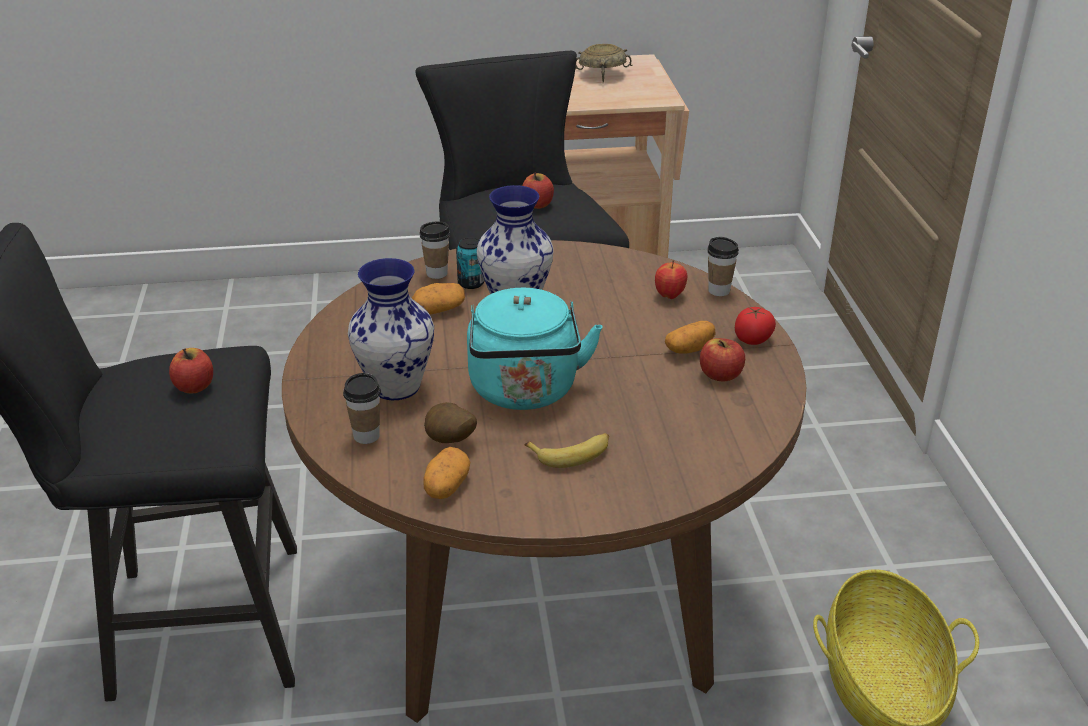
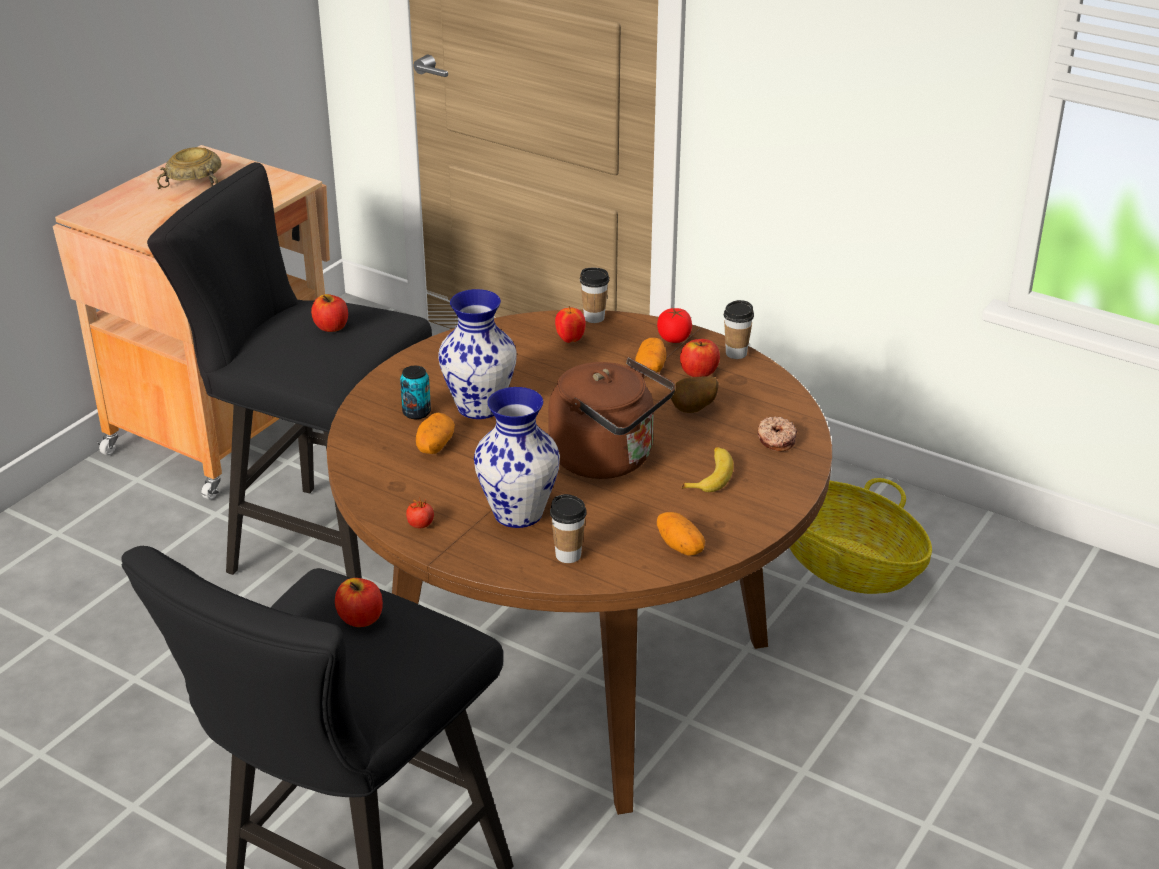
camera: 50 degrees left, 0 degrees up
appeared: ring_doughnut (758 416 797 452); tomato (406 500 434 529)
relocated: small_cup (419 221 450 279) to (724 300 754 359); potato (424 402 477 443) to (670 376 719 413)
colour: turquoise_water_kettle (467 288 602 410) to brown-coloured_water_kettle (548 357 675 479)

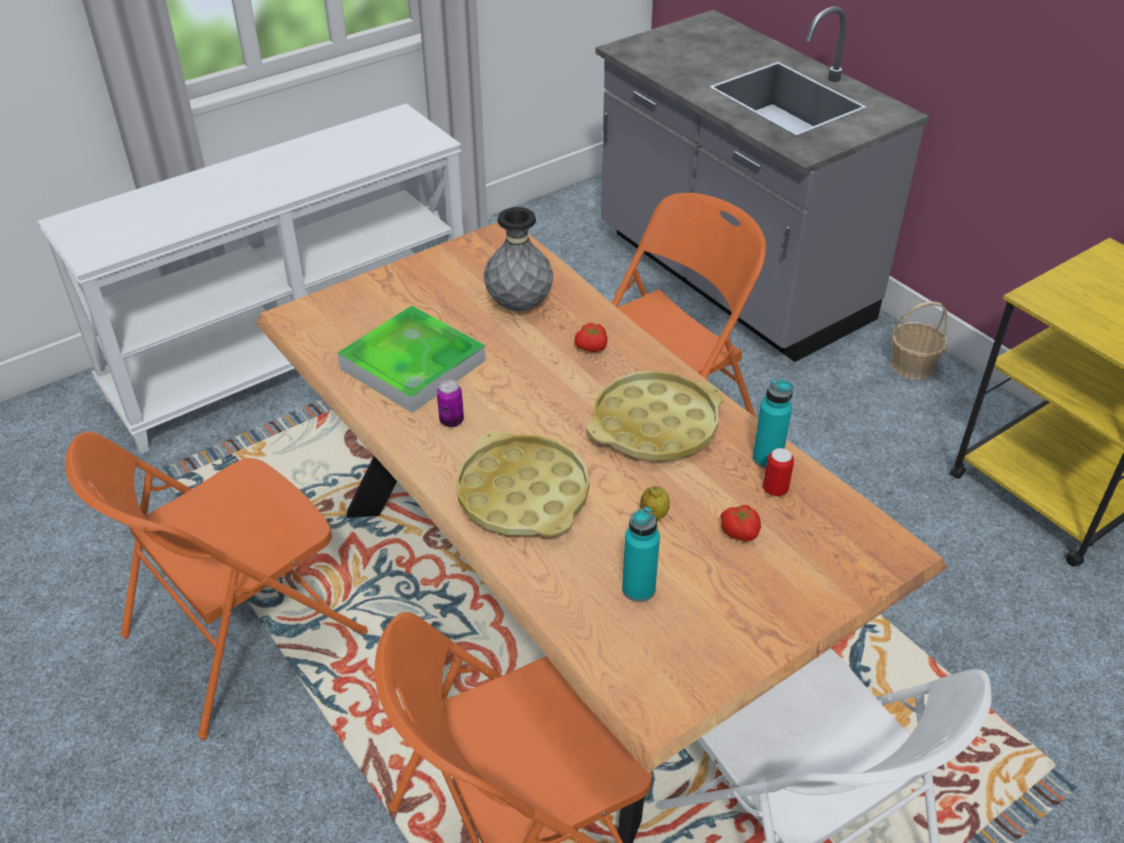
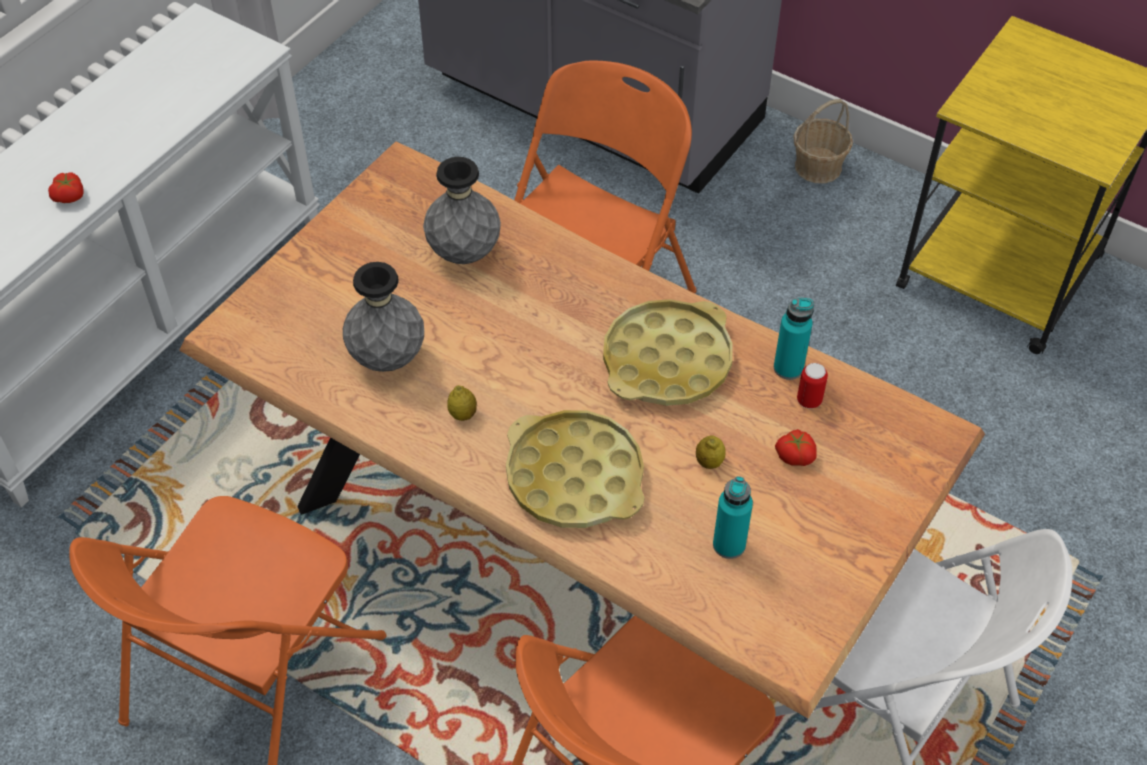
camera: 20 degrees left, 10 degrees up
relocated: tomato (575 323 607 352) to (48 172 84 203)
exchanged: carrying_tray (337 305 486 413) to greyish_flower_vase (343 262 424 372); metal_can (437 380 464 427) to whole_lemon (447 385 477 421)

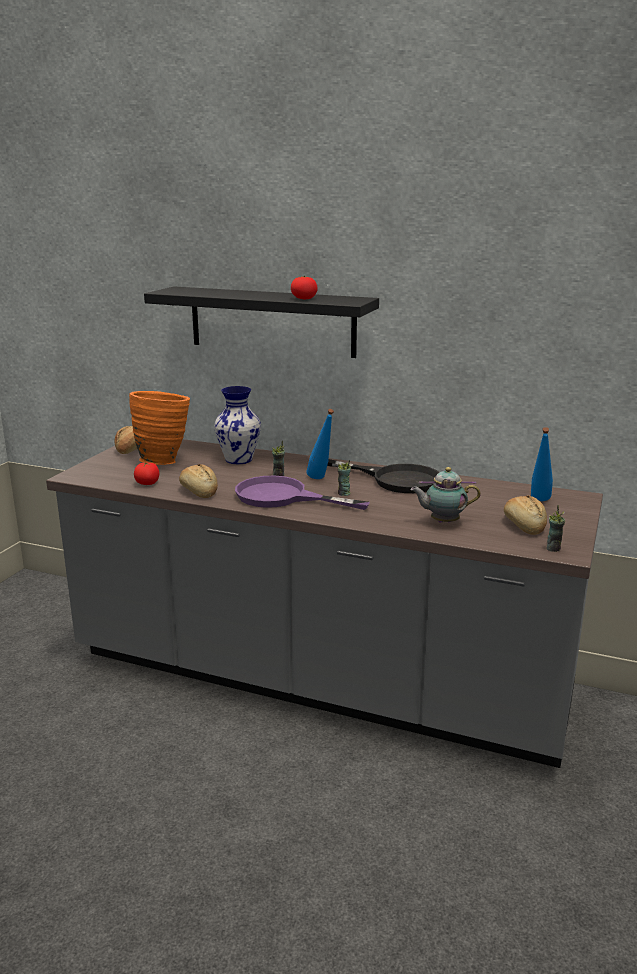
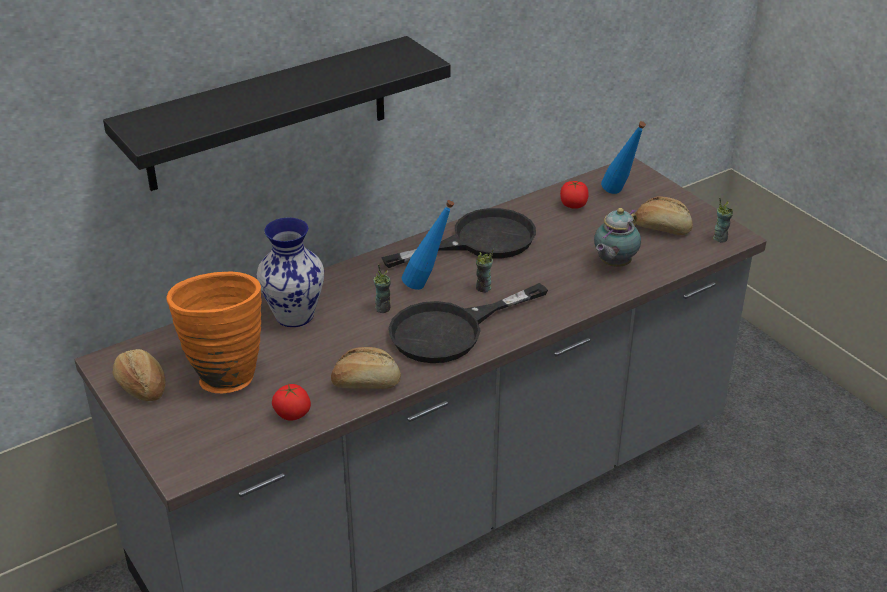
camera: 55 degrees left, 15 degrees up
relocated: tomato (291 276 318 299) to (560 181 589 209)
colour: purple-coloured_skillet (235 476 370 510) to black_skillet (389 283 548 363)

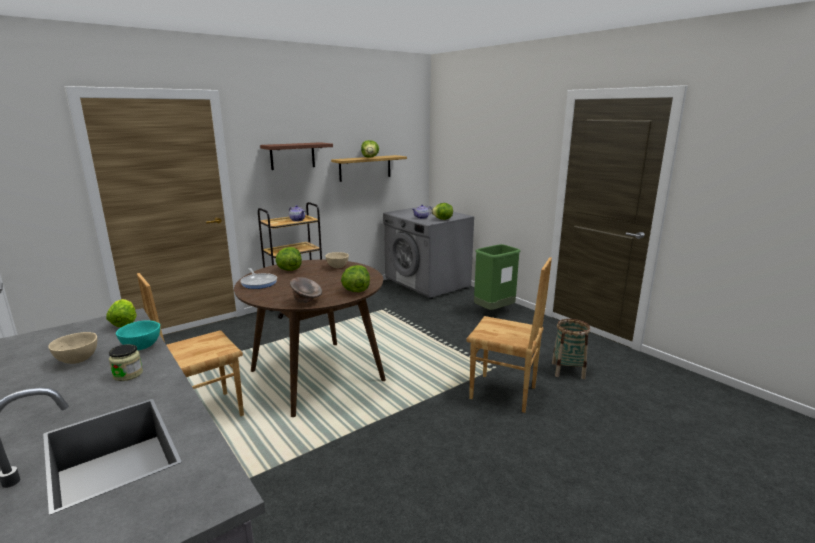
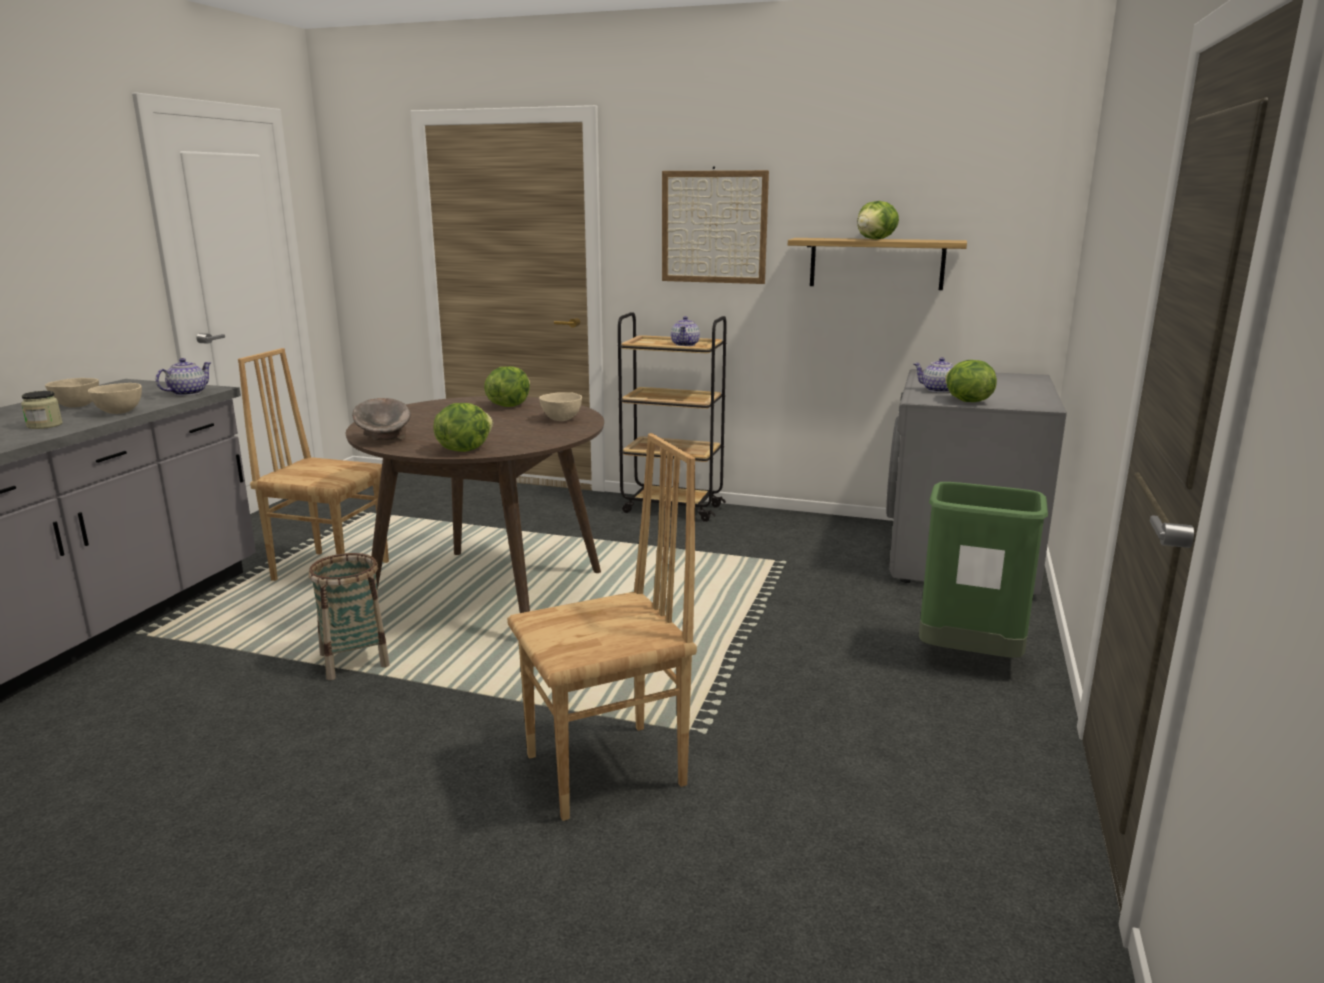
camera: 55 degrees right, 0 degrees up
missing: skillet (240 268 277 289)
relocated: household_basket (552 319 590 379) to (309 553 390 680)
exchanged: bracket_shelf (260 142 333 170) to wall_art (662 166 769 284); lettuce_head (106 299 137 327) to teapot (156 358 212 396)
colour: turquoise_bowl (116 320 160 350) to beige_bowl (88 383 142 414)
spun: brown-coloured_upright_chair (466 257 552 413) = (507 433 697 821) 105 degrees counterclockwise

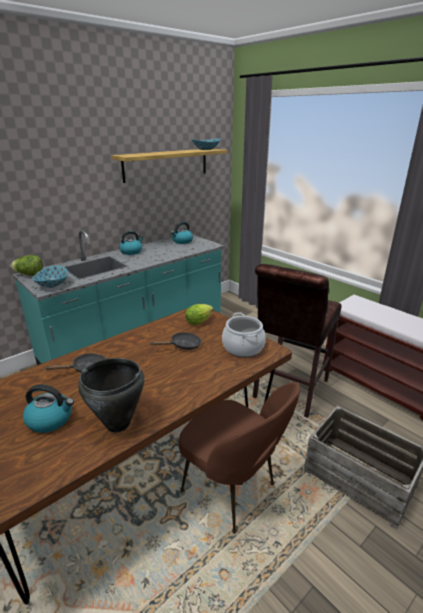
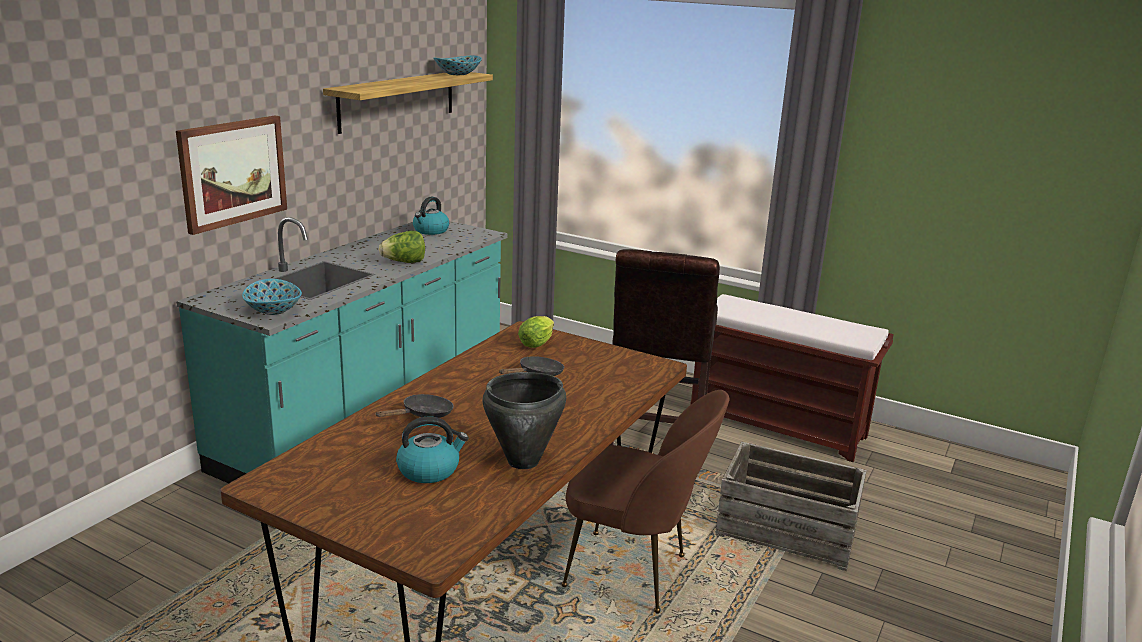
camera: 20 degrees left, 5 degrees down
missing: water_kettle (119 231 143 255); stockpot (222 312 266 357)
appeared: wall_art (176 116 287 235)
relocated: lettuce_head (11 255 43 276) to (379 231 425 263)

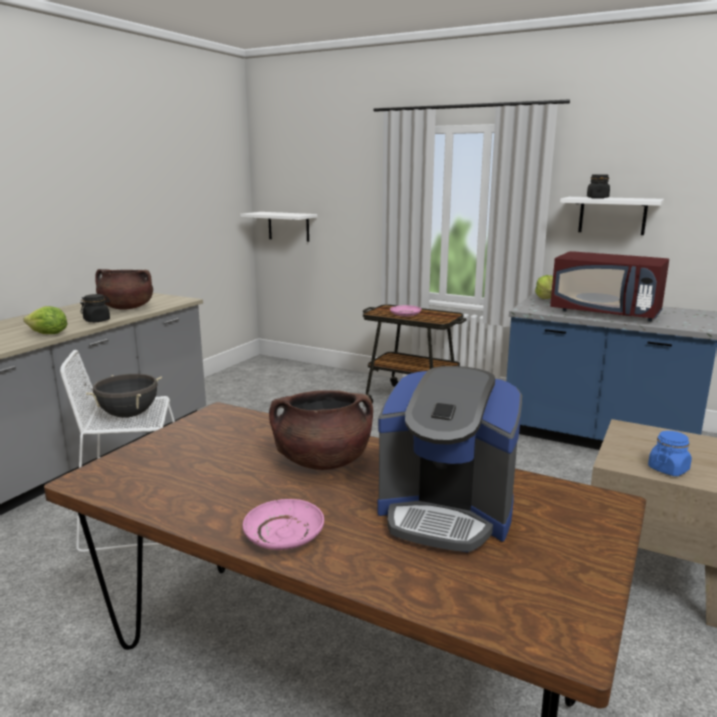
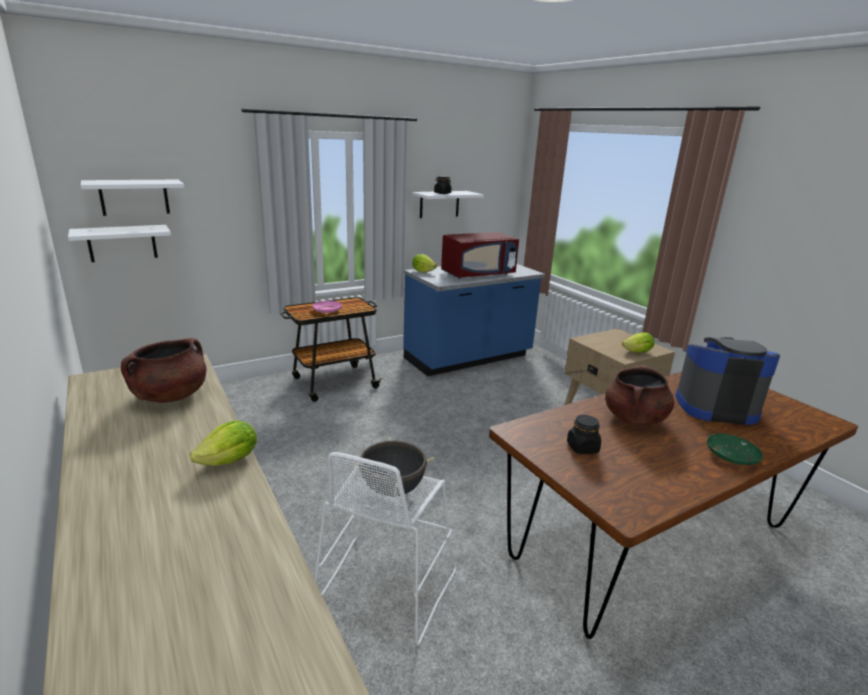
camera: 60 degrees left, 5 degrees up
appeared: white-coloured_bracket_shelf (81 180 185 216)
relocated: black_storage_jar (80 294 110 322) to (567 415 601 454)
exchanged: bluish_storage_jar (648 431 692 476) to lettuce_head (622 332 654 353)
colour: pink-coloured_dinner_plate (243 499 324 550) to green-coloured_dinner_plate (707 434 763 465)
spun: coffee_brewer (377 366 522 553) = (675 337 780 425) 135 degrees counterclockwise

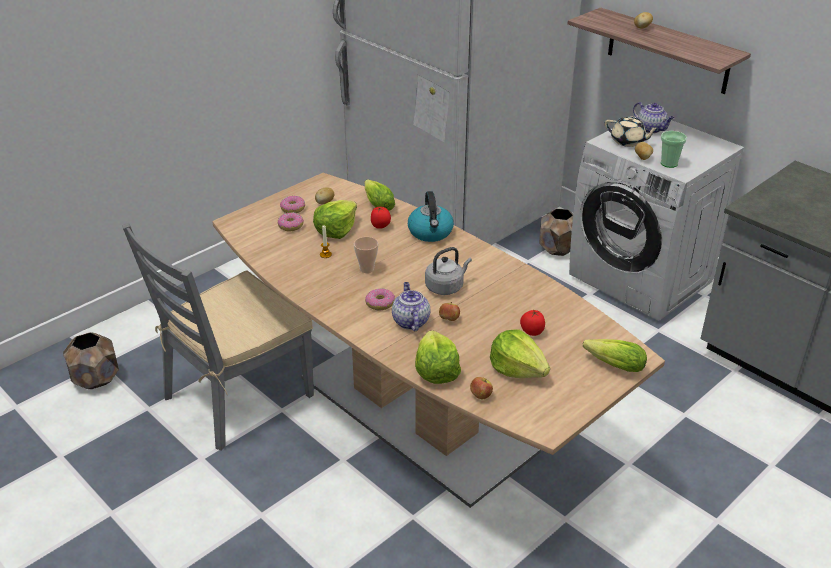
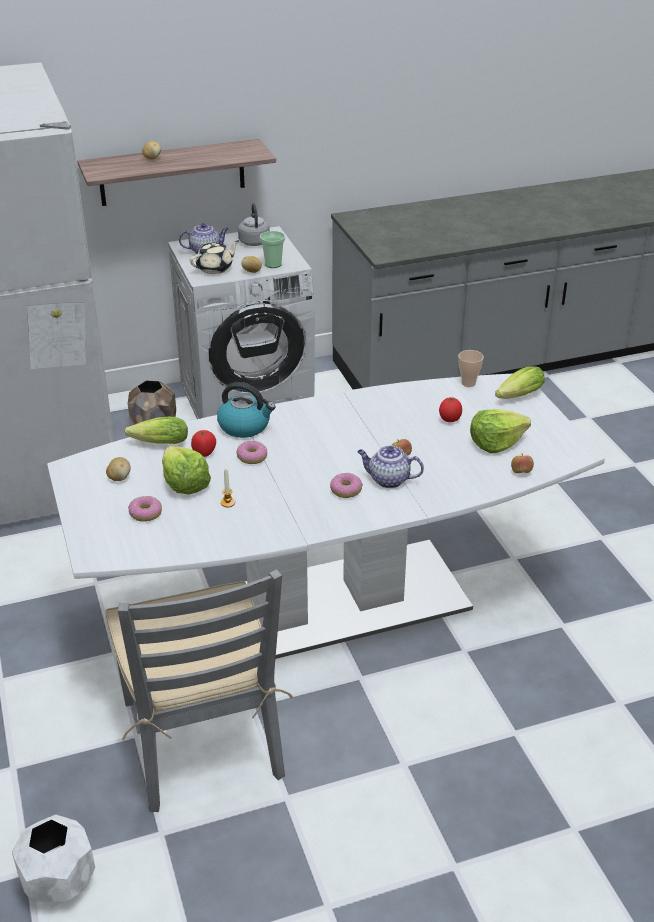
camera: 65 degrees left, 0 degrees up
missing: lettuce_head (415 330 461 384)
relocated: ring_doughnut (280 196 305 213) to (236 441 267 464); small_cup (354 237 378 273) to (458 350 484 387); greyish_water_kettle (425 247 472 295) to (238 203 270 246)
colour: brown-coloured_dining_table (212 173 665 508) to white-coloured_dining_table (47 374 605 659); brown-coloured_plant_pot (63 332 119 389) to white-coloured_plant_pot (12 815 95 907)

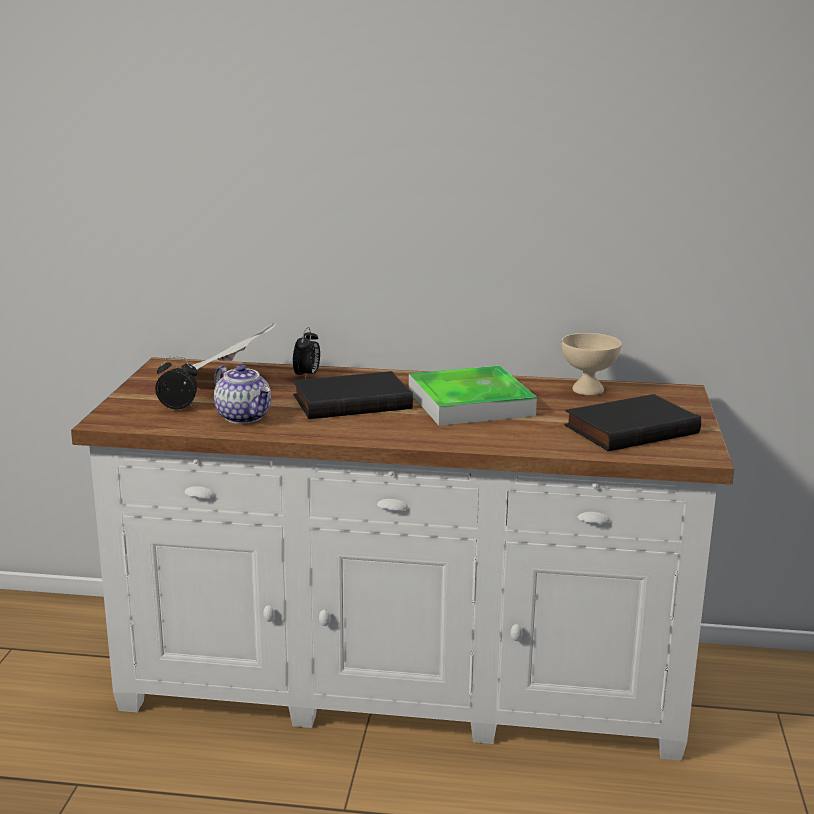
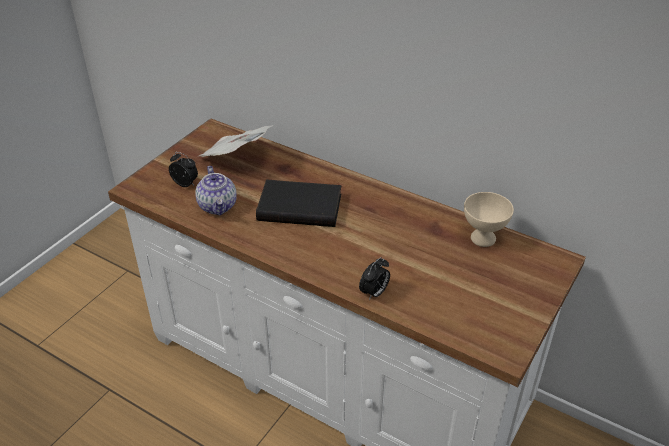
camera: 25 degrees right, 20 degrees up
missing: carrying_tray (409 366 537 426); black_bound_book (564 394 701 451)
relocated: bedside_clock (293 327 320 379) to (359 257 390 300)

